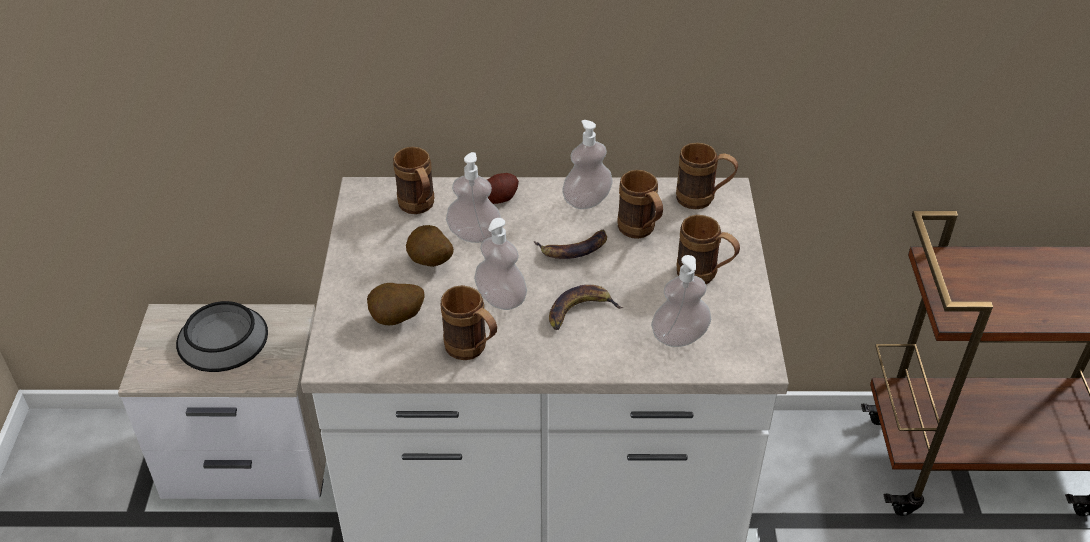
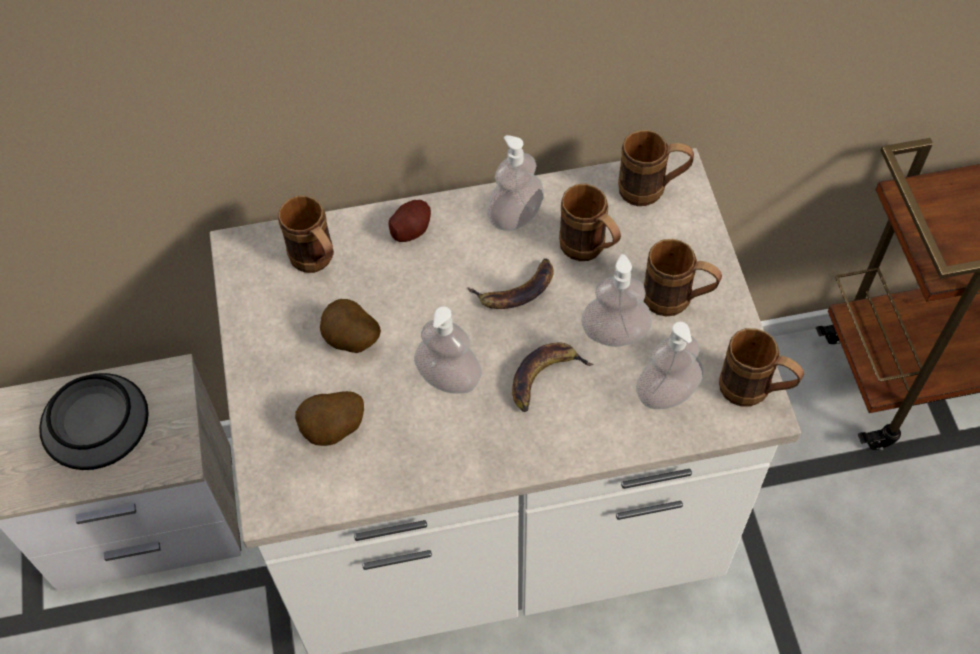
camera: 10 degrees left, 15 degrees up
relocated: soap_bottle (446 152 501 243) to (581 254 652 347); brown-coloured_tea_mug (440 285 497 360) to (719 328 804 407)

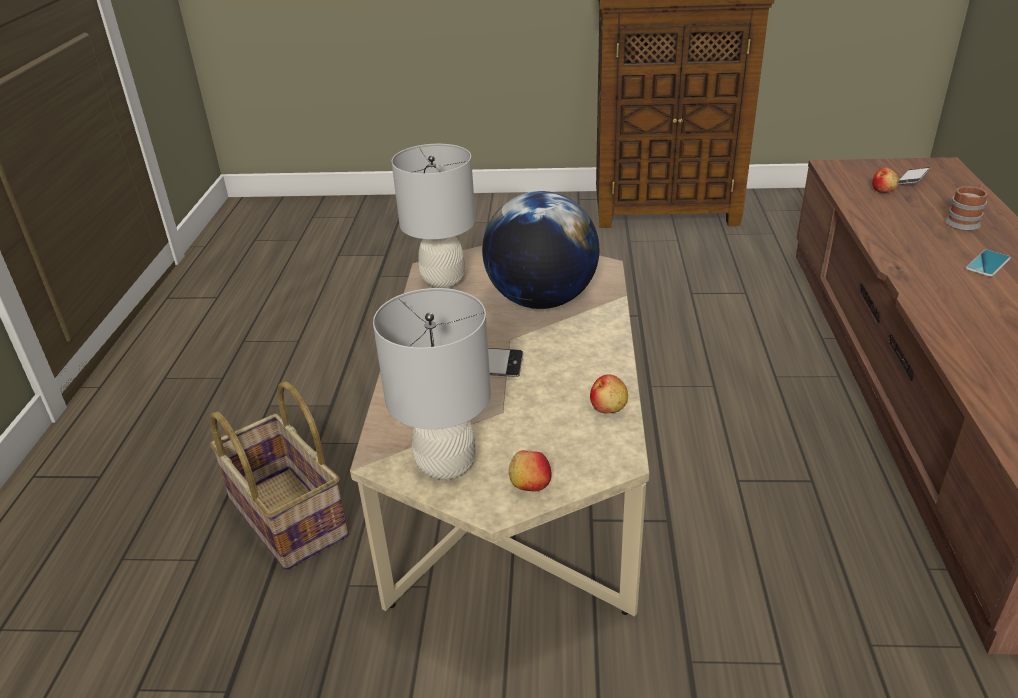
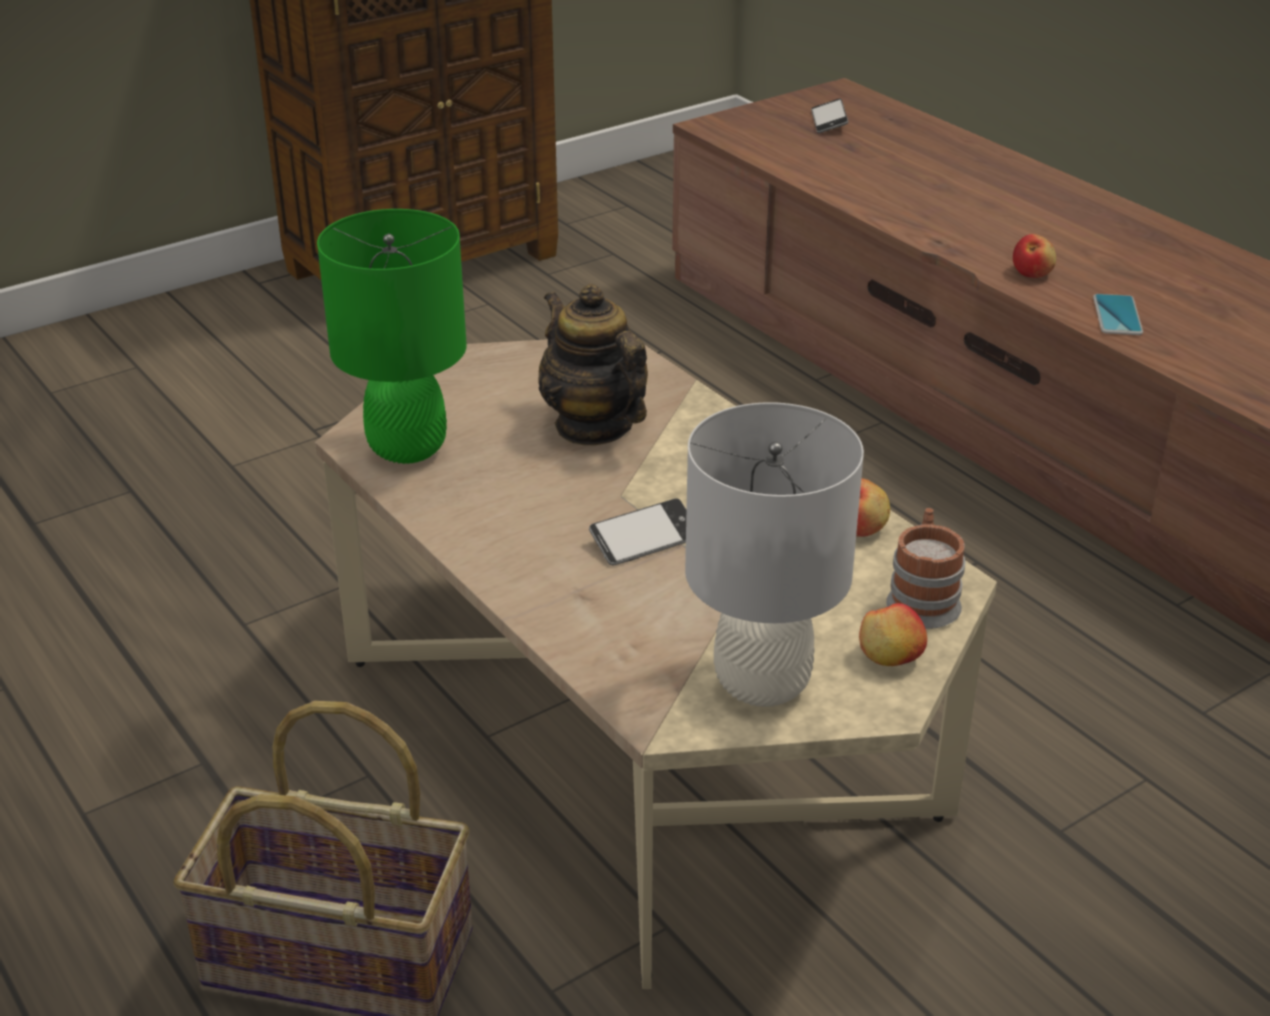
camera: 40 degrees left, 0 degrees up
relocated: apple (872 167 899 193) to (1013 234 1056 278); tea_mug (945 184 988 231) to (886 508 966 629); telephone (966 250 1011 277) to (1093 294 1143 335)
exchanged: globe (482 191 599 309) to teapot (539 284 648 445)
colour: greyish_lamp_for_a_table (392 144 476 288) to green-coloured_lamp_for_a_table (317 209 467 464)

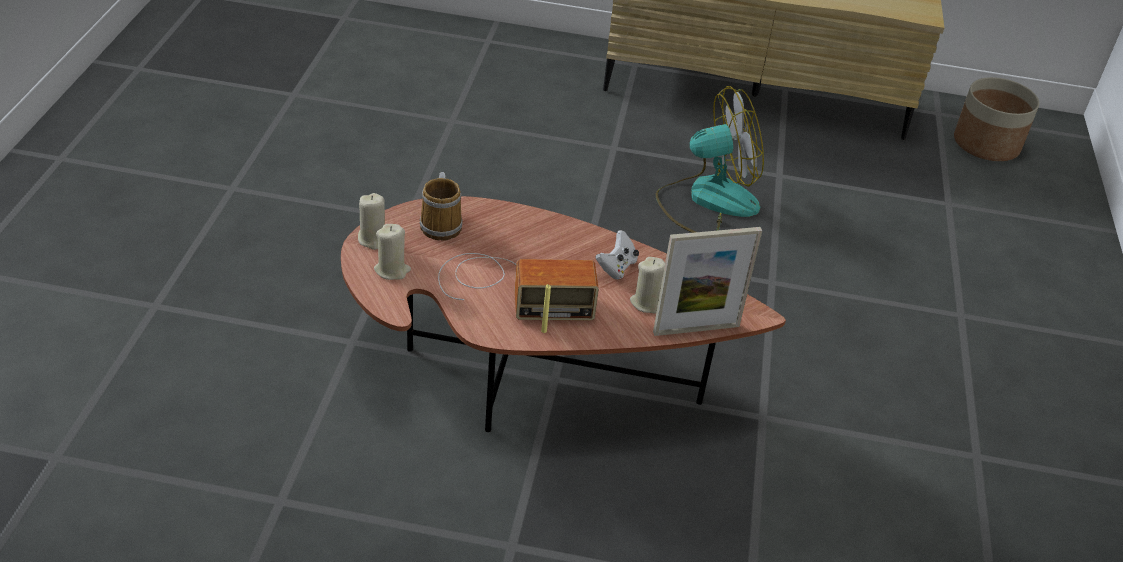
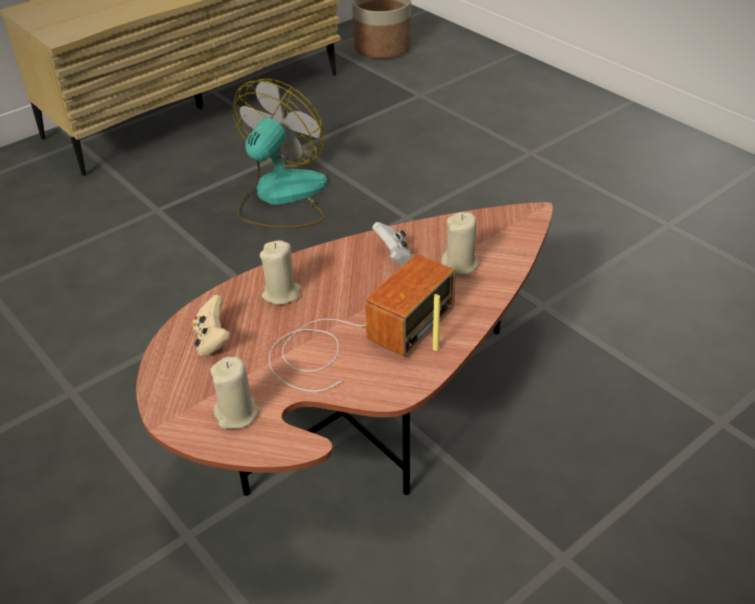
camera: 45 degrees left, 0 degrees up
missing: picture_frame (653 227 762 336)
relocated: beige_candle (358 193 385 250) to (260 240 302 305)
exchanged: tea_mug (420 172 463 241) to beige_joypad (192 295 231 356)

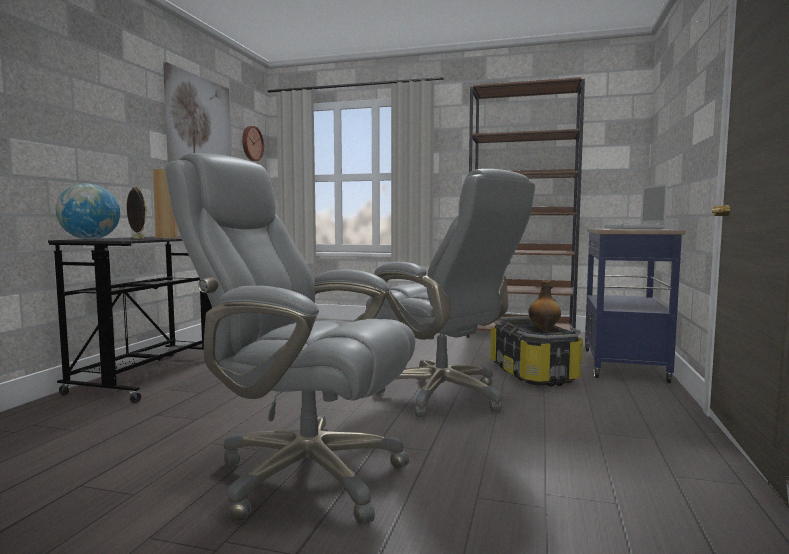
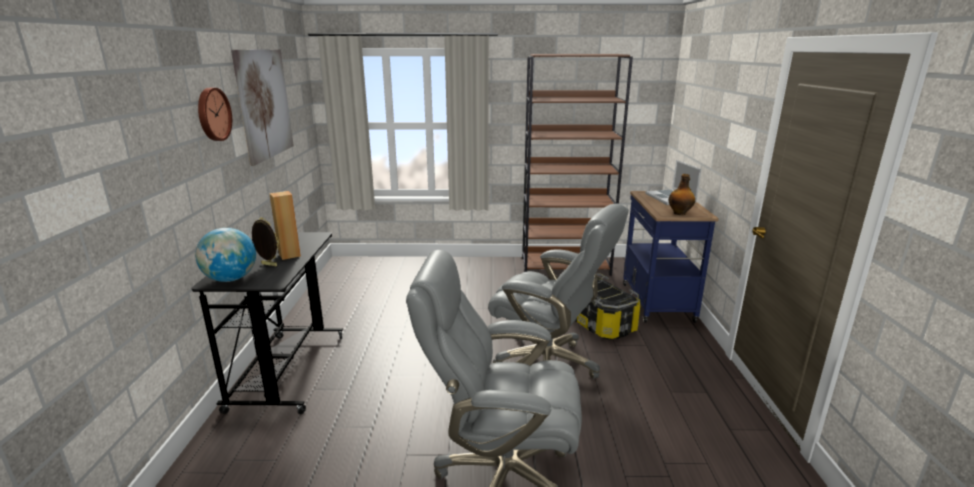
camera: 15 degrees left, 15 degrees up
relocated: clock_on_the_wall (242 126 264 161) to (198 88 232 141); bottle (528 280 561 331) to (668 174 695 215)

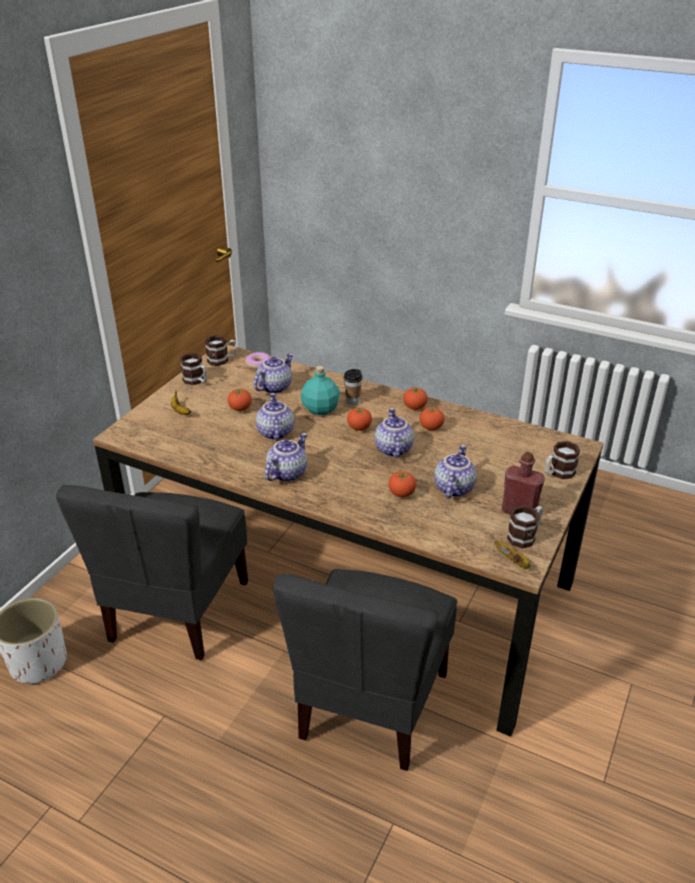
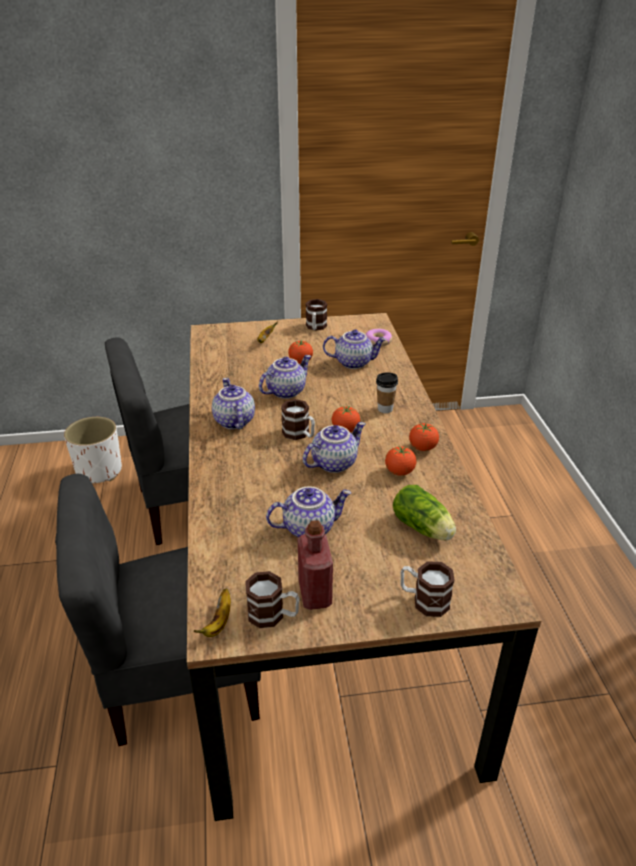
camera: 55 degrees right, 0 degrees up
missing: turquoise_bottle (301 366 340 415); tomato (388 470 416 497)
appeared: lettuce_head (393 485 456 540)
relocated: tea_mug (205 335 237 366) to (281 399 315 440)
spun: teapot (265 433 307 482) = (212 378 255 430) 105 degrees counterclockwise

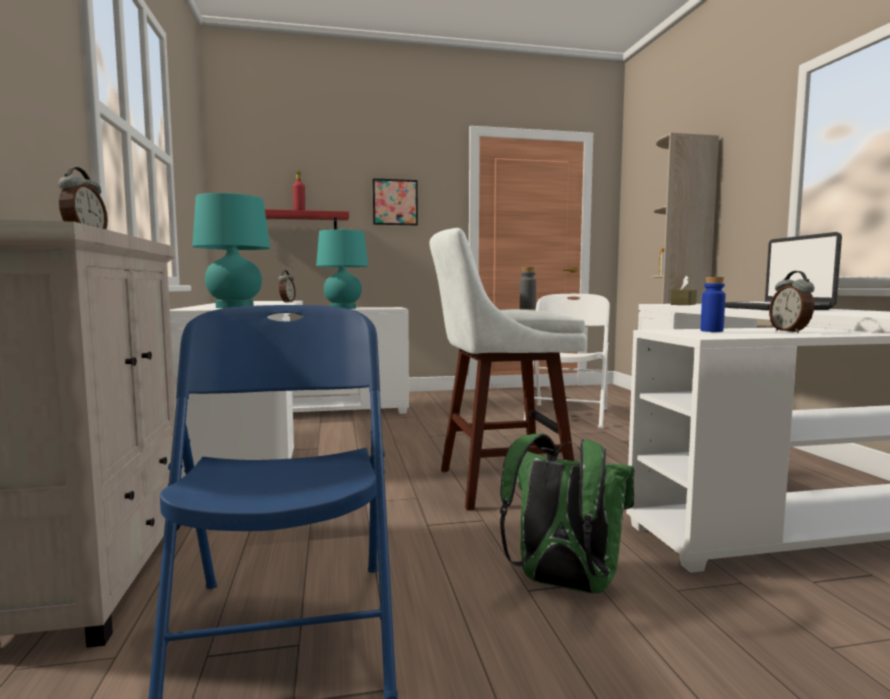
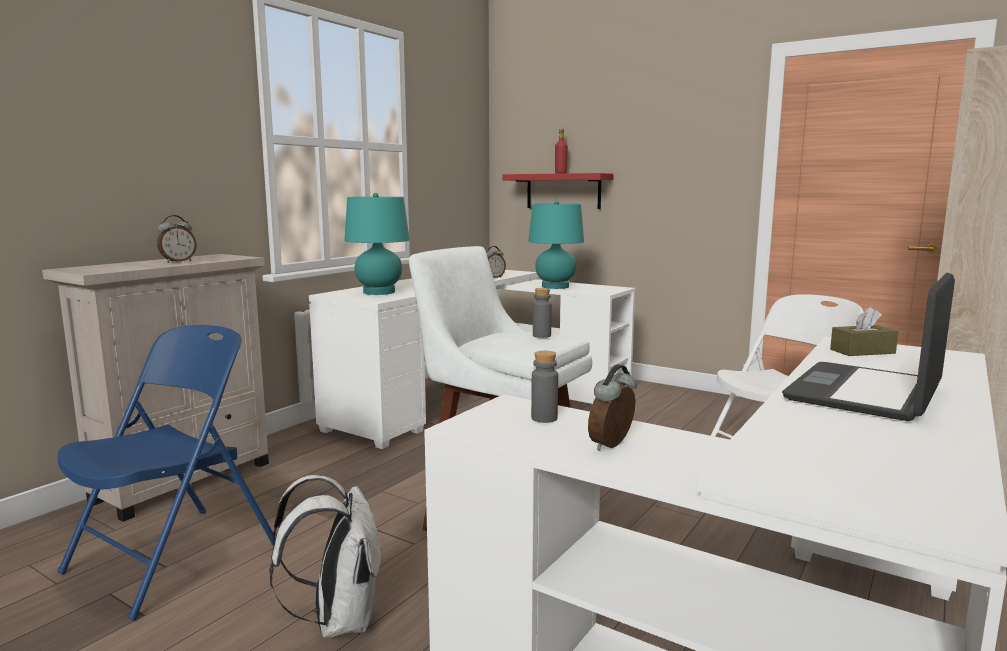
camera: 45 degrees right, 5 degrees up
missing: wall_art (373 178 418 225)
colour: bluish_bottle (700 277 726 332) to greyish_bottle (531 351 558 423); green-coloured_rucksack (500 433 634 593) to white-coloured_rucksack (269 475 382 638)

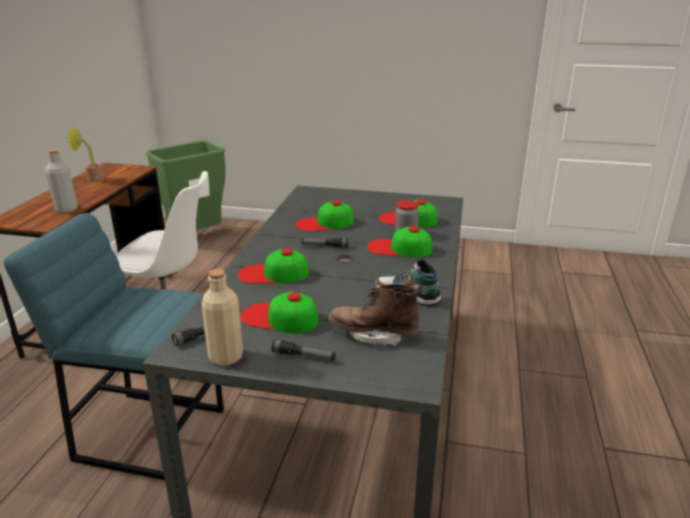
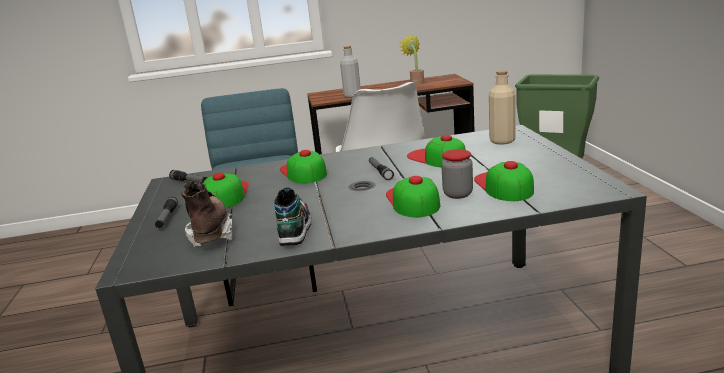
camera: 70 degrees right, 5 degrees down
relocated: beige_bottle (201 269 243 366) to (489 70 515 145)

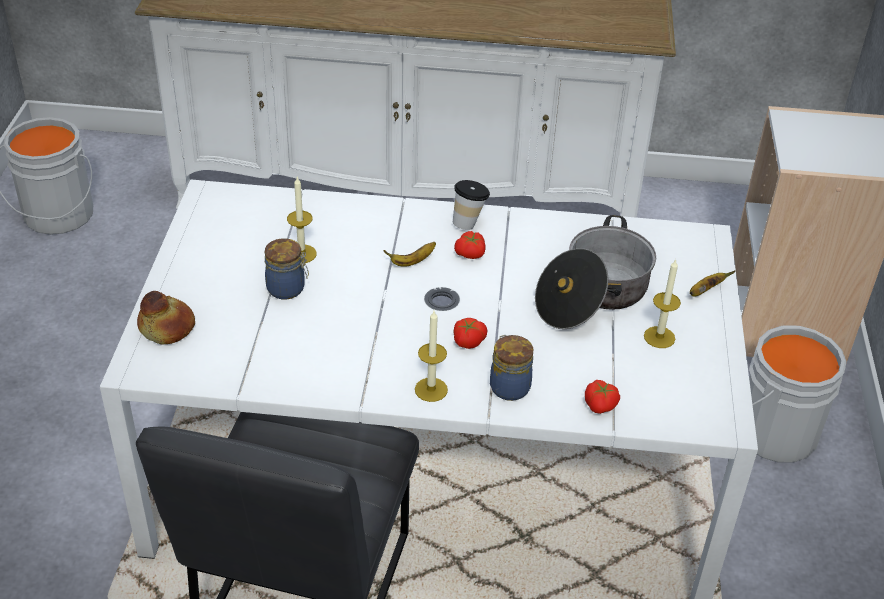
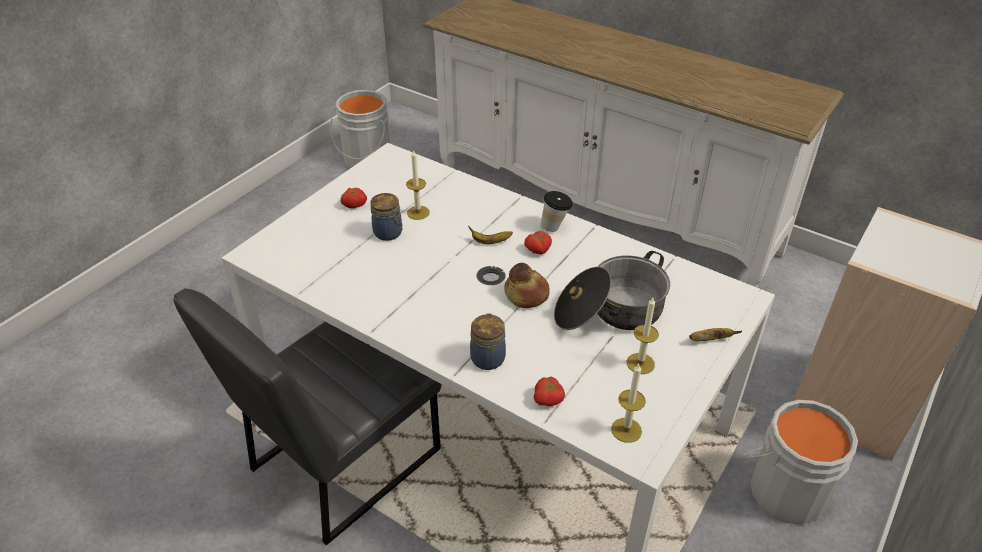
camera: 30 degrees right, 0 degrees up
relocated: bakery_bread (137 291 195 345) to (504 263 550 308); candle (415 311 448 402) to (611 363 646 443); tomato (453 318 487 349) to (341 188 367 209)

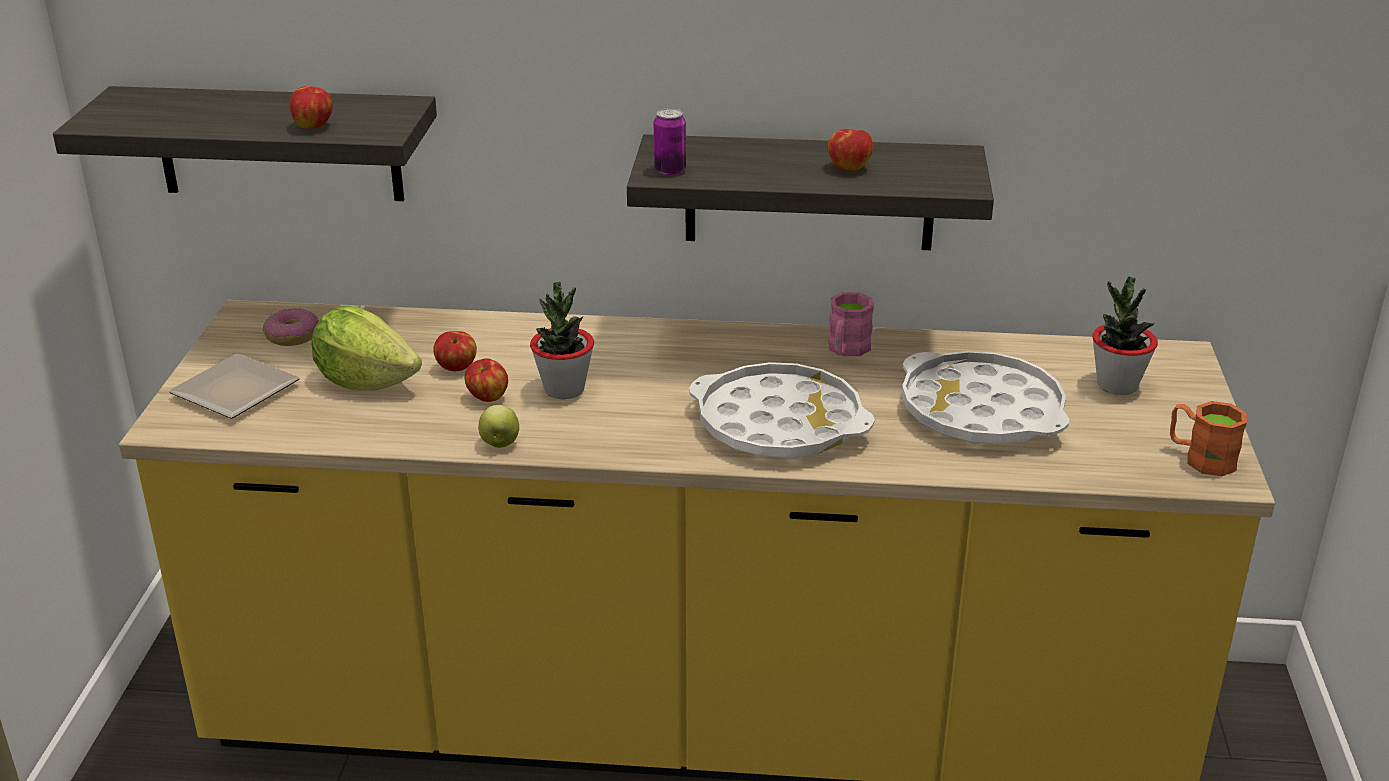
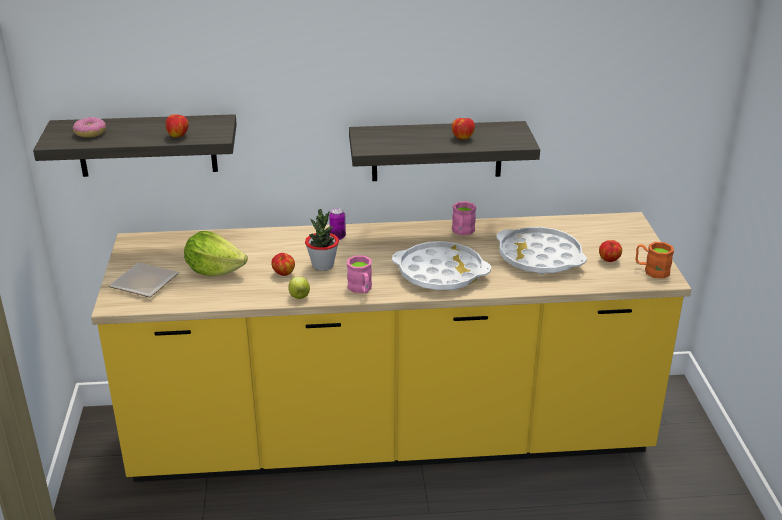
camera: 10 degrees left, 0 degrees up
missing: houseplant (1092 277 1158 395)
appeared: pink-coloured_tea_mug (347 255 372 293)
relocated: metal_can (654 108 686 175) to (329 208 346 240); ring_doughnut (263 308 319 346) to (73 117 106 138); apple (434 331 477 371) to (599 240 622 262)

